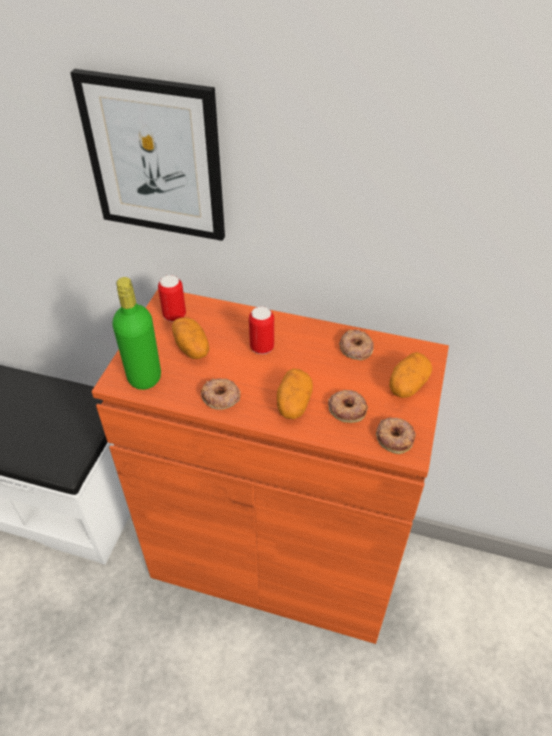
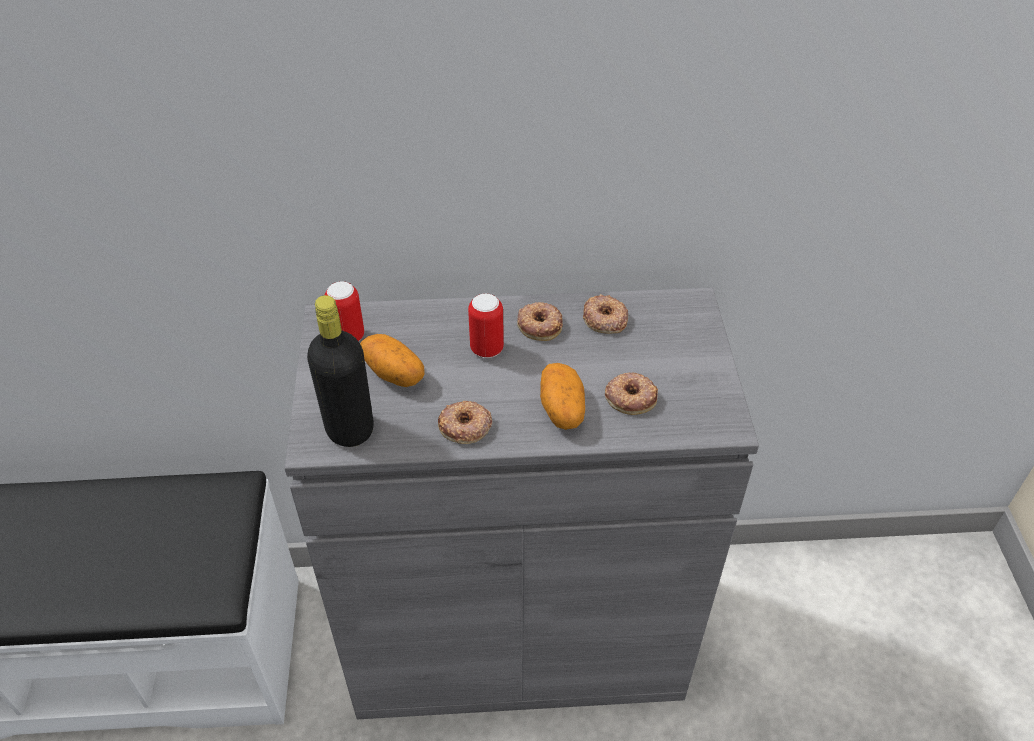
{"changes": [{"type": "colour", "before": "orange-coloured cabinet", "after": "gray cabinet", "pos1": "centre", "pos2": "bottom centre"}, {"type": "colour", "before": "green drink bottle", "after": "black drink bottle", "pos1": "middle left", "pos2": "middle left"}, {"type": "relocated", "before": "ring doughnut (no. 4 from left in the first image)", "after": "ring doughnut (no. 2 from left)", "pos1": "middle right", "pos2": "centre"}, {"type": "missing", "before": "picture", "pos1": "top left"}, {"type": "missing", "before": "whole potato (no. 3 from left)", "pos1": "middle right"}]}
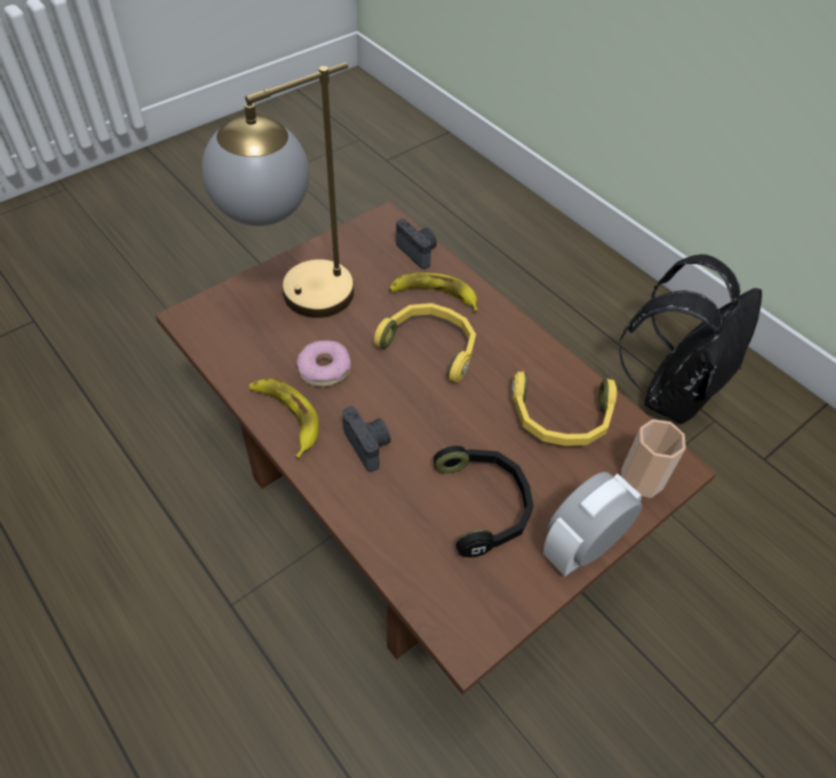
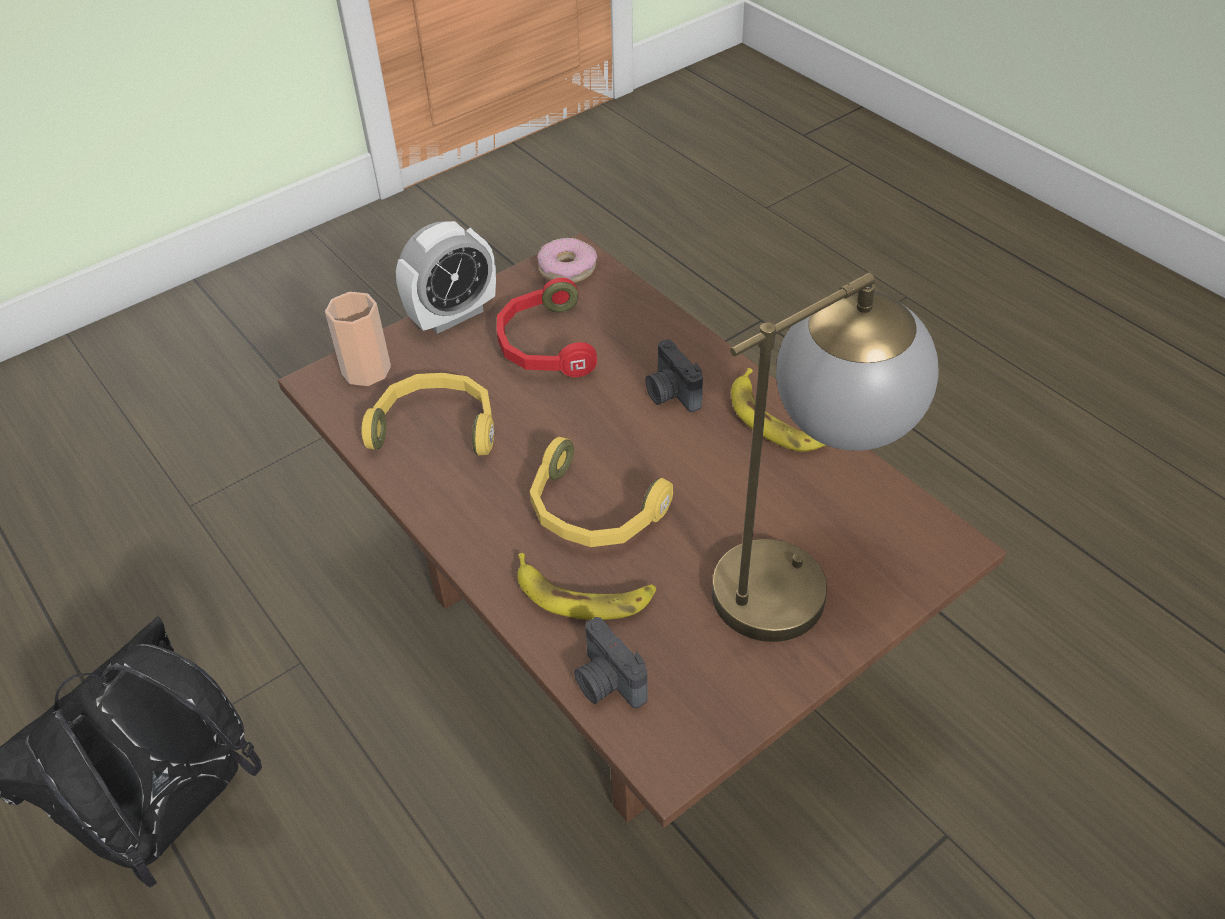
{"changes": [{"type": "colour", "before": "black headset", "after": "reddish headset", "pos1": "centre", "pos2": "centre"}, {"type": "relocated", "before": "ring doughnut", "pos1": "centre", "pos2": "top centre"}]}
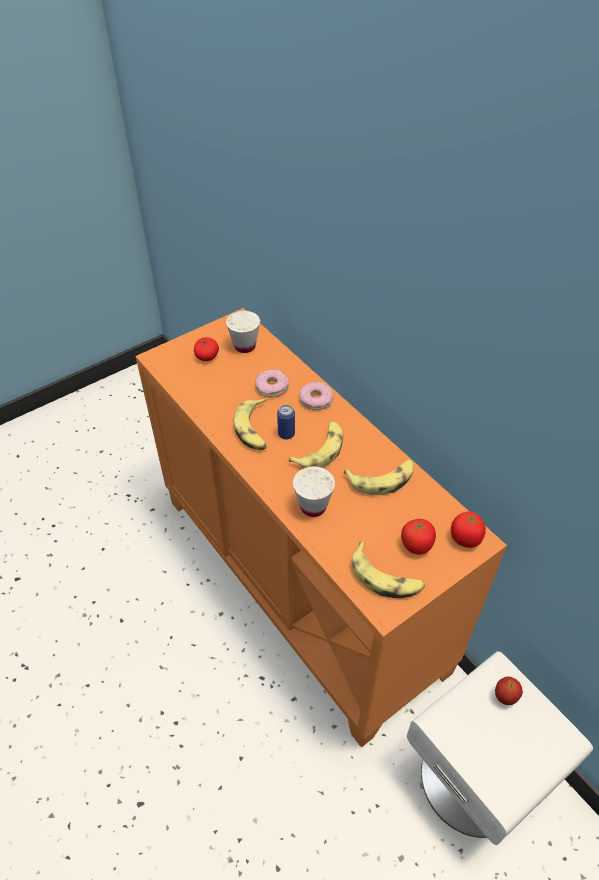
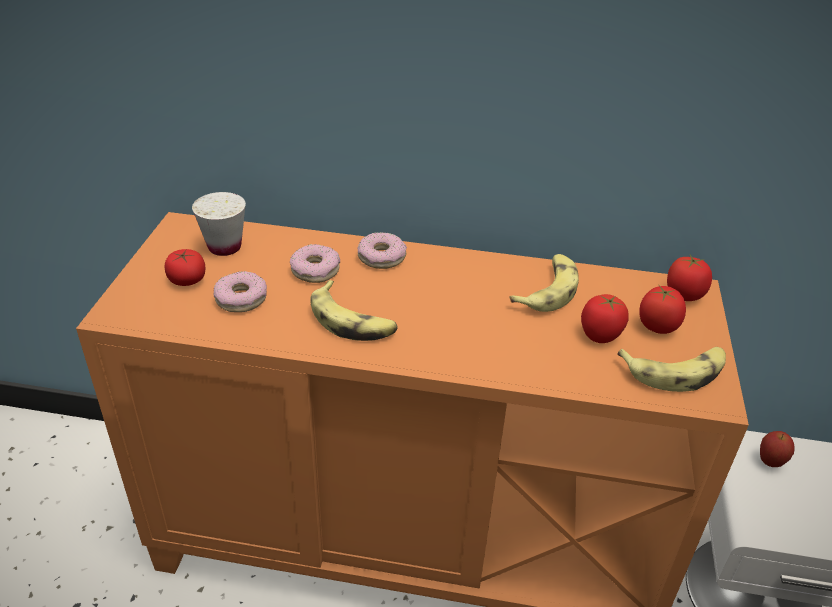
{"changes": [{"type": "appeared", "after": "ring doughnut (no. 1 from left)", "pos2": "middle left"}, {"type": "appeared", "after": "tomato (no. 2 from left)", "pos2": "middle right"}, {"type": "missing", "before": "sealed can", "pos1": "centre"}, {"type": "missing", "before": "banana fruit (no. 2 from left)", "pos1": "centre"}, {"type": "missing", "before": "white small cup (no. 2 from left)", "pos1": "centre"}]}
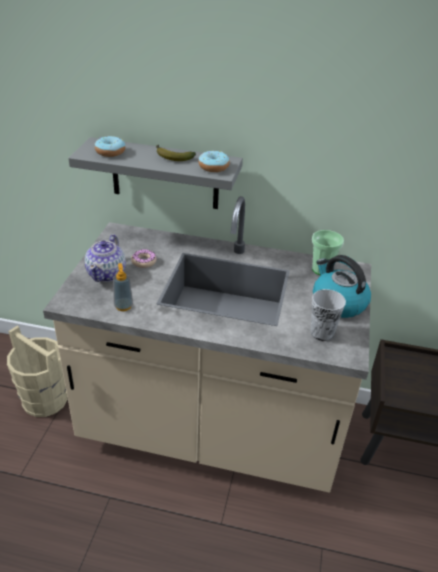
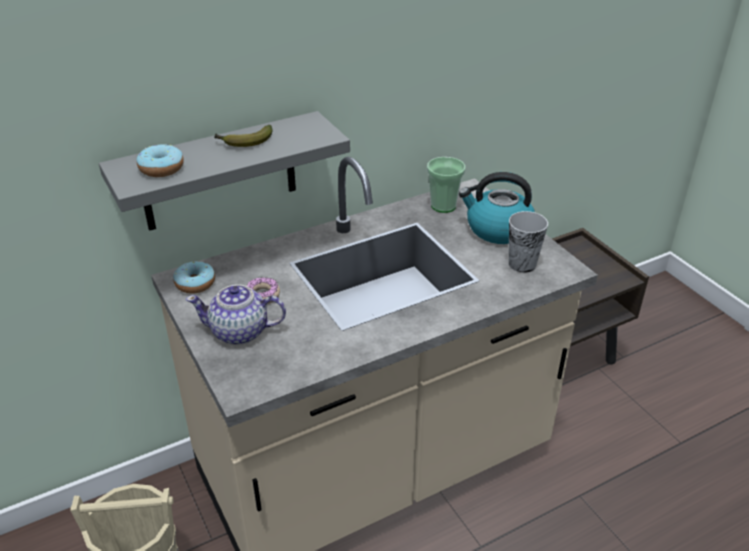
{"changes": [{"type": "relocated", "before": "ring doughnut (no. 3 from left in the first image)", "after": "ring doughnut (no. 2 from left)", "pos1": "top centre", "pos2": "middle left"}, {"type": "spun", "before": "pot for tea", "pos1": "middle left", "pos2": "middle left", "turn": 120}, {"type": "missing", "before": "soap dispenser", "pos1": "middle left"}]}
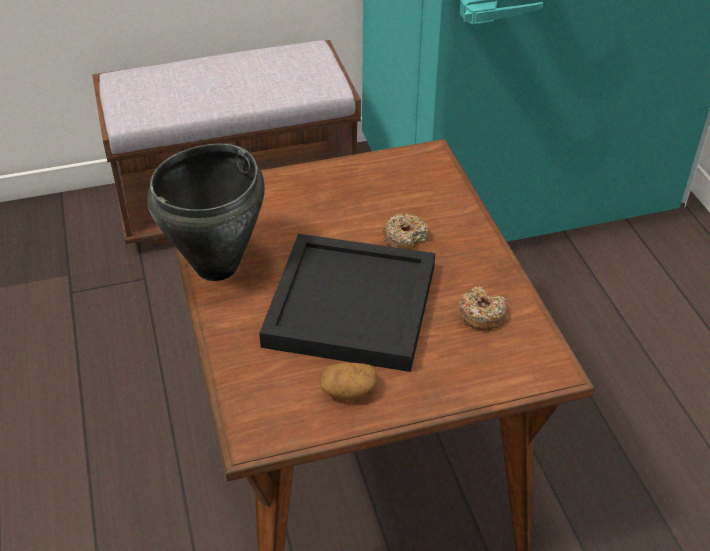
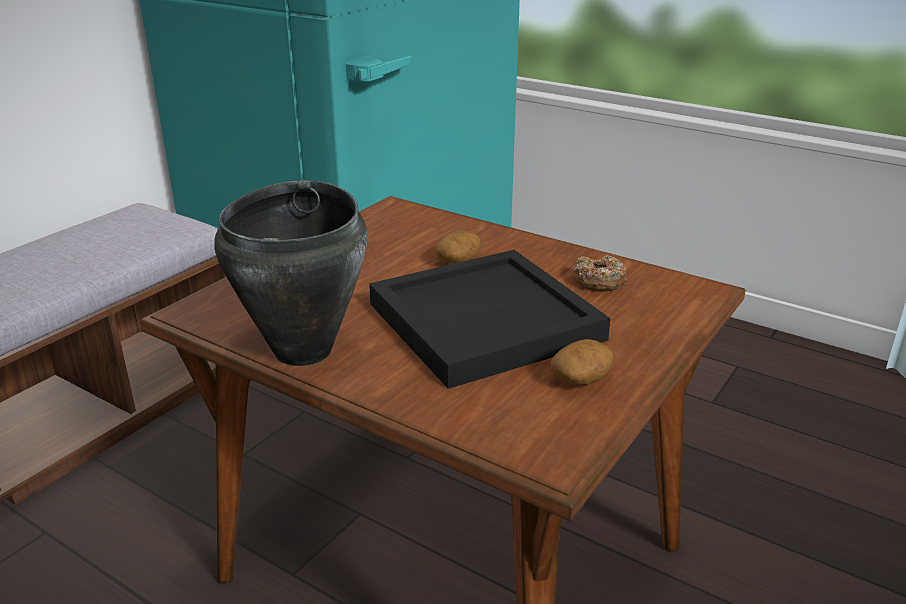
{"changes": [{"type": "exchanged", "before": "ring doughnut (no. 1 from left)", "after": "whole potato (no. 1 from left)", "pos1": "centre", "pos2": "centre"}]}
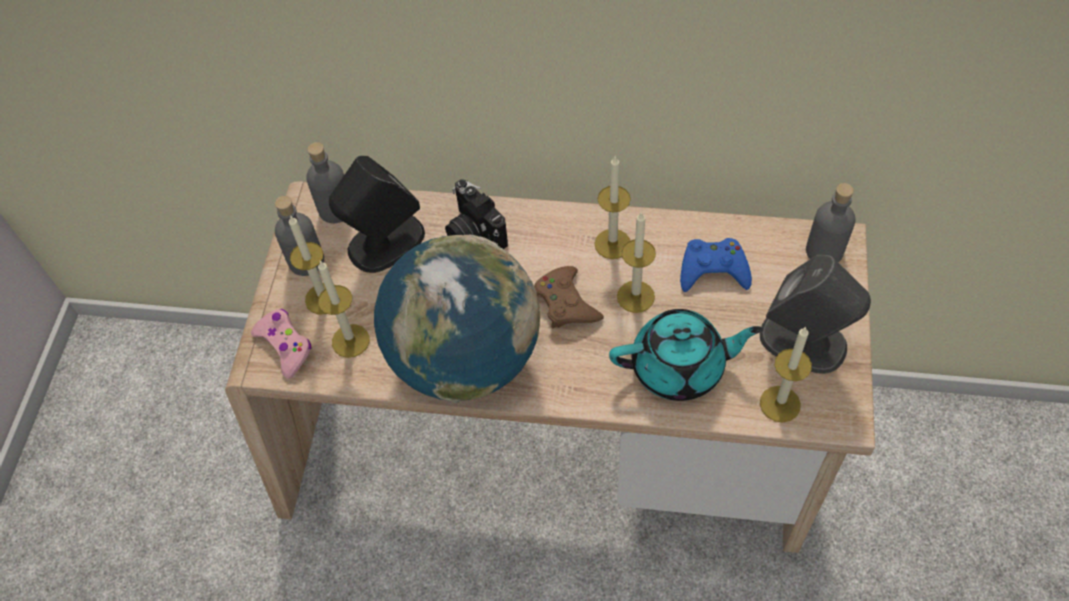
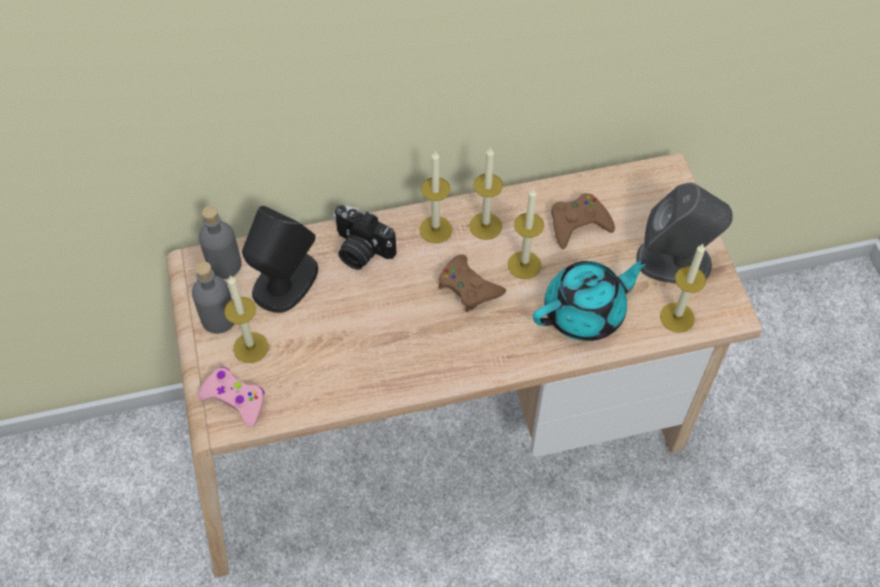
{"changes": [{"type": "relocated", "before": "wax candle (no. 2 from left)", "pos1": "middle left", "pos2": "centre"}, {"type": "colour", "before": "blue-coloured joypad", "after": "brownish joypad (no. 2 from left)", "pos1": "middle right", "pos2": "centre"}, {"type": "missing", "before": "desk globe", "pos1": "centre"}, {"type": "missing", "before": "gray drink bottle (no. 3 from left)", "pos1": "middle right"}]}
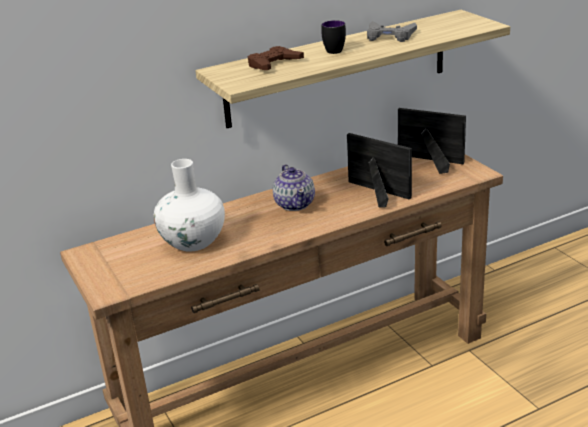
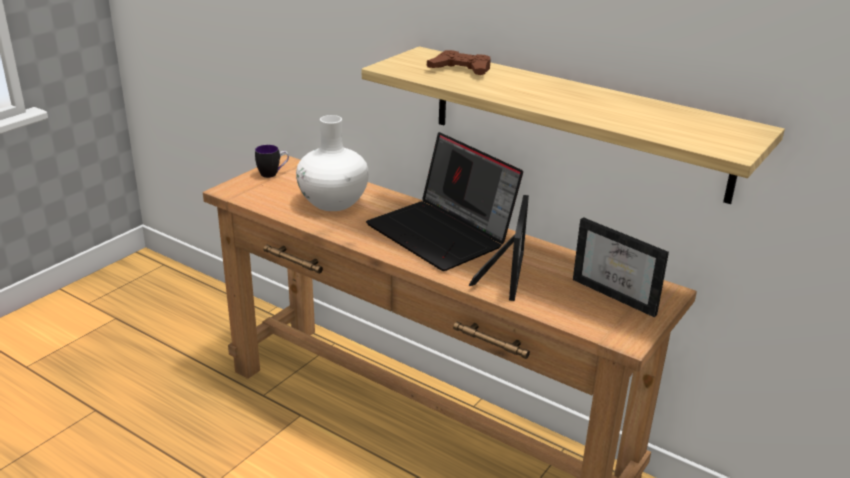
{"changes": [{"type": "relocated", "before": "mug", "pos1": "top centre", "pos2": "middle left"}, {"type": "exchanged", "before": "pot for tea", "after": "notebook computer", "pos1": "centre", "pos2": "centre"}, {"type": "spun", "before": "standing frame (no. 2 from left)", "pos1": "top right", "pos2": "middle right", "turn": 135}, {"type": "missing", "before": "gray joypad", "pos1": "top right"}]}
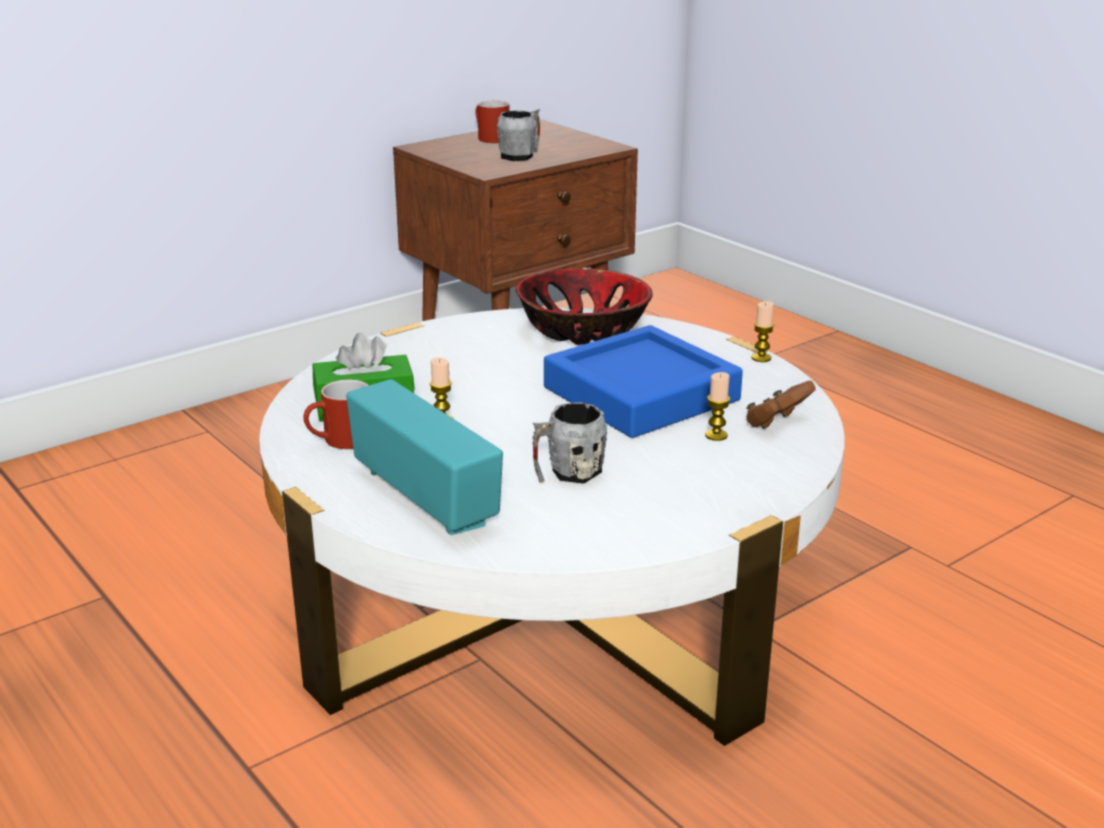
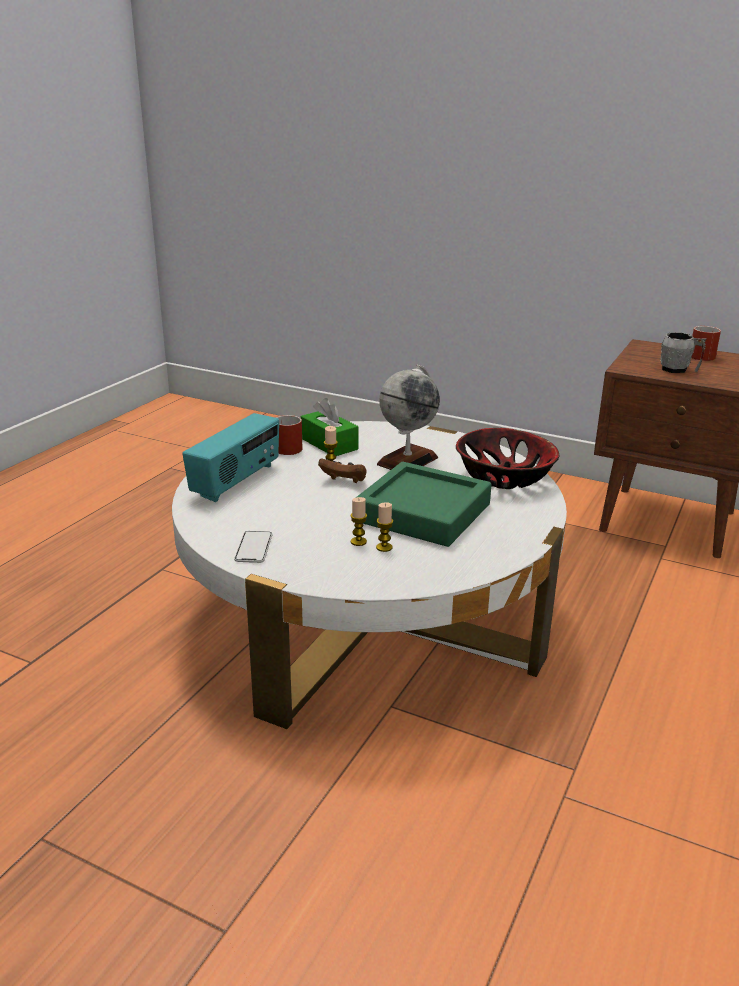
{"changes": [{"type": "appeared", "after": "handset", "pos2": "centre"}, {"type": "relocated", "before": "brownish joypad", "pos1": "middle right", "pos2": "centre"}, {"type": "relocated", "before": "wax candle (no. 3 from left in the first image)", "after": "wax candle (no. 2 from left)", "pos1": "middle right", "pos2": "centre"}, {"type": "colour", "before": "blue-coloured serving tray", "after": "green serving tray", "pos1": "centre", "pos2": "centre"}, {"type": "appeared", "after": "desk globe", "pos2": "centre"}, {"type": "missing", "before": "gray mug (no. 2 from left)", "pos1": "centre"}]}
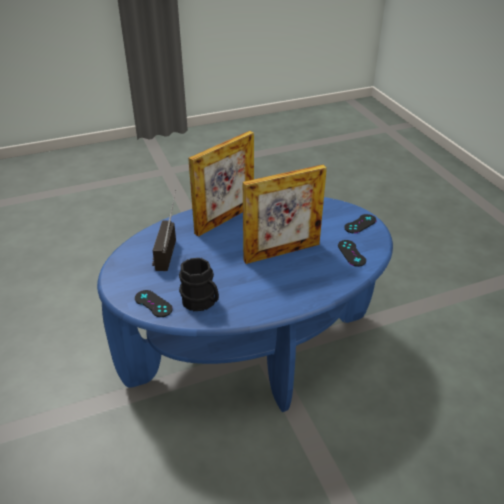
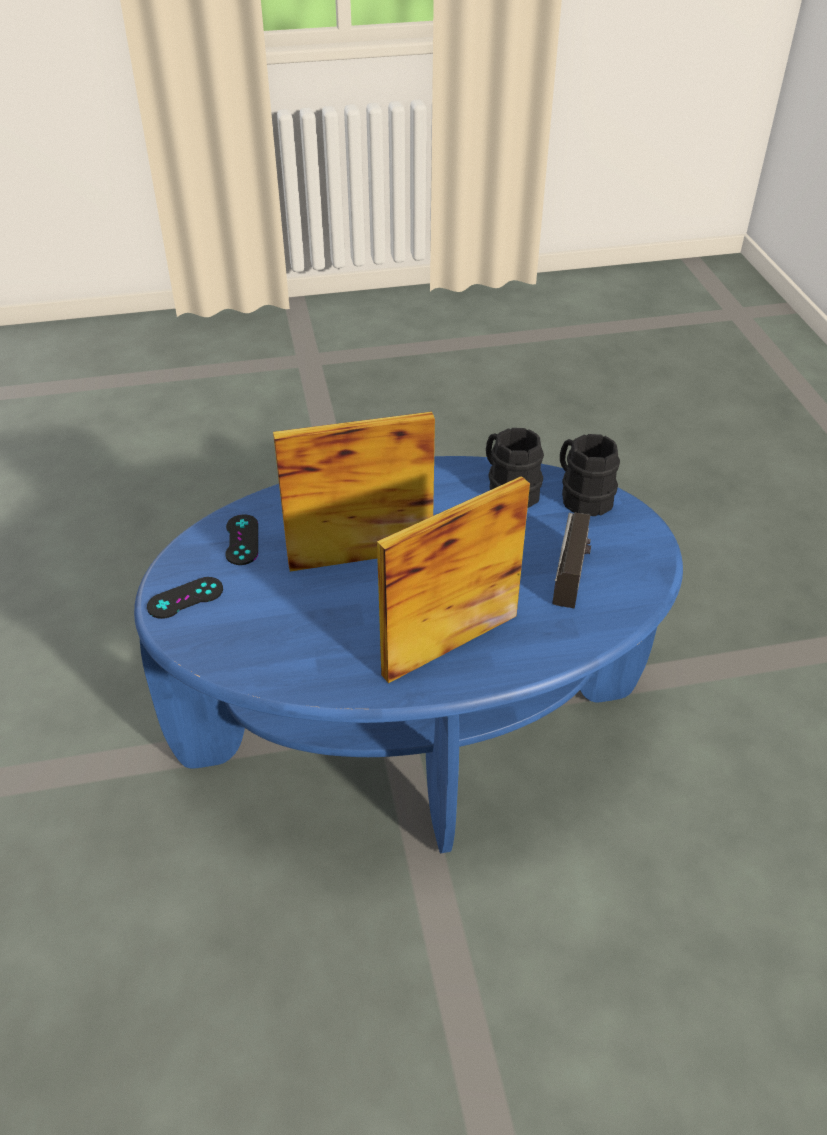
{"changes": [{"type": "exchanged", "before": "black joypad (no. 1 from left)", "after": "black mug (no. 2 from left)", "pos1": "middle left", "pos2": "middle right"}]}
